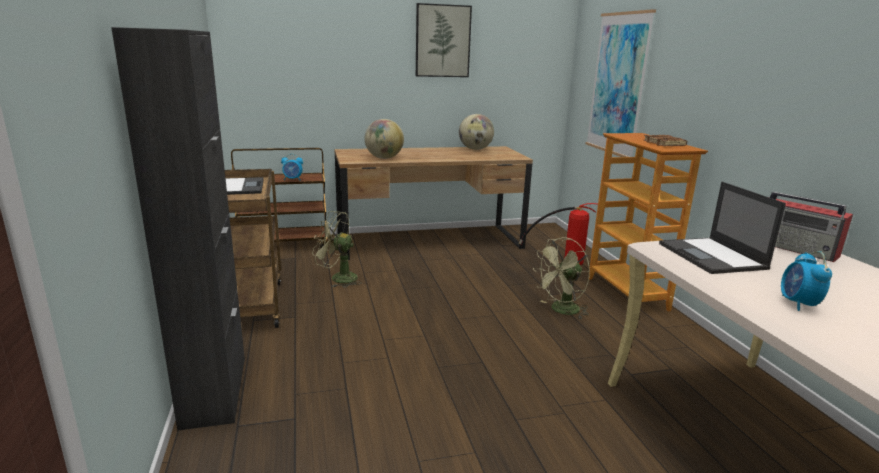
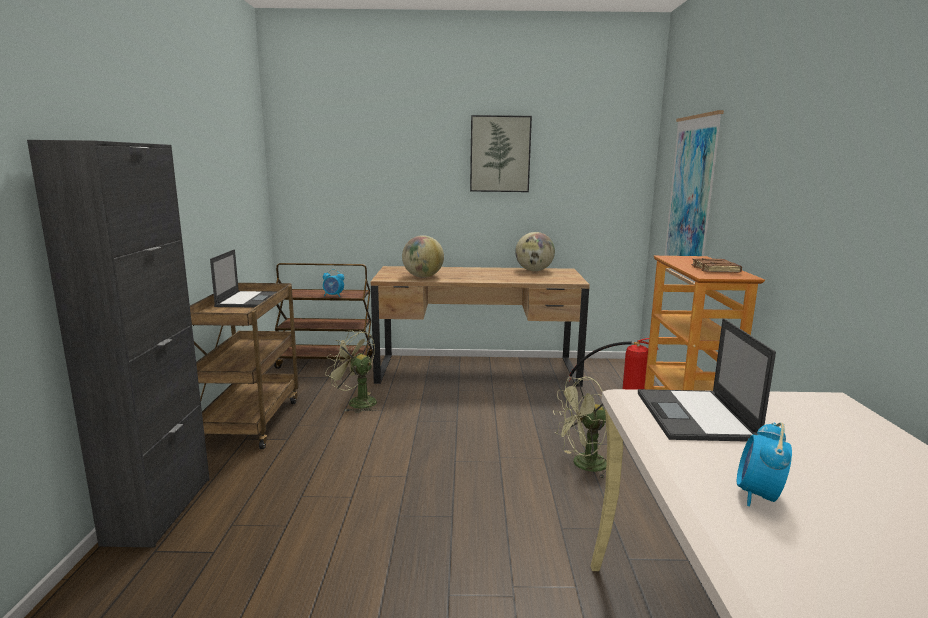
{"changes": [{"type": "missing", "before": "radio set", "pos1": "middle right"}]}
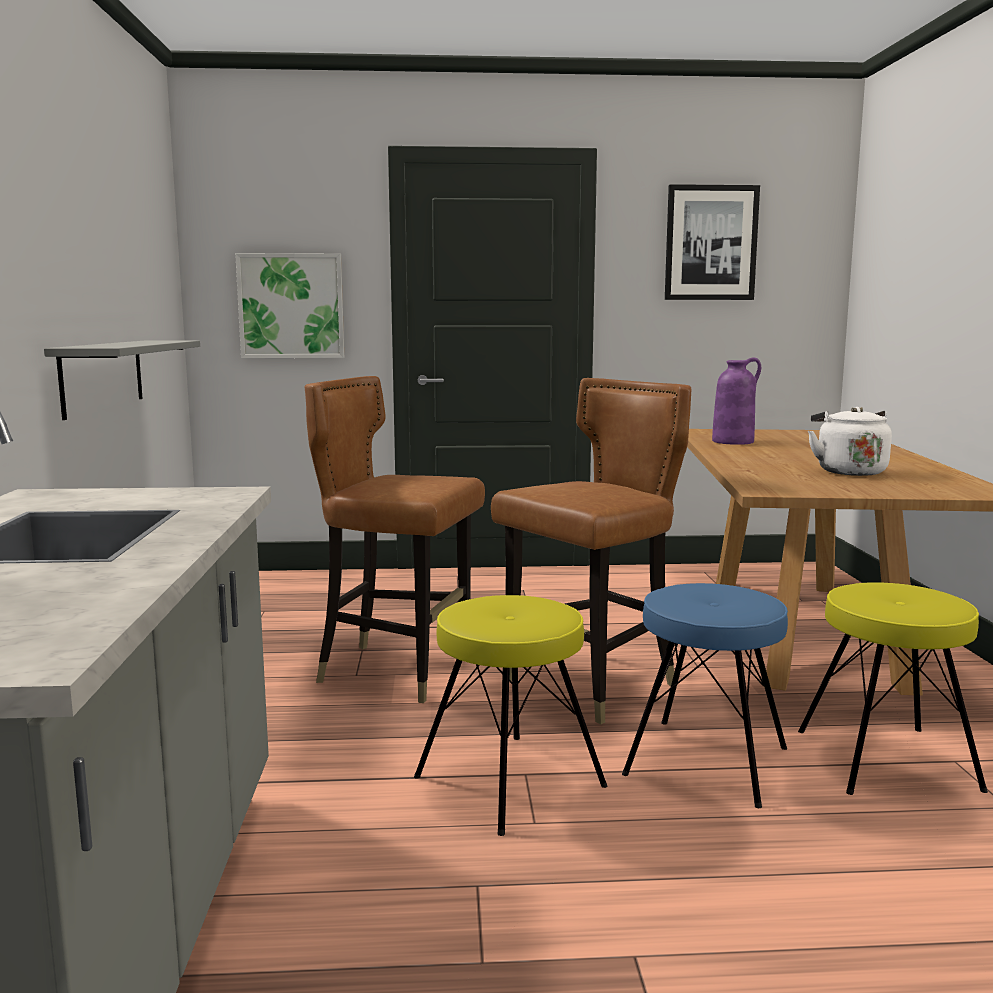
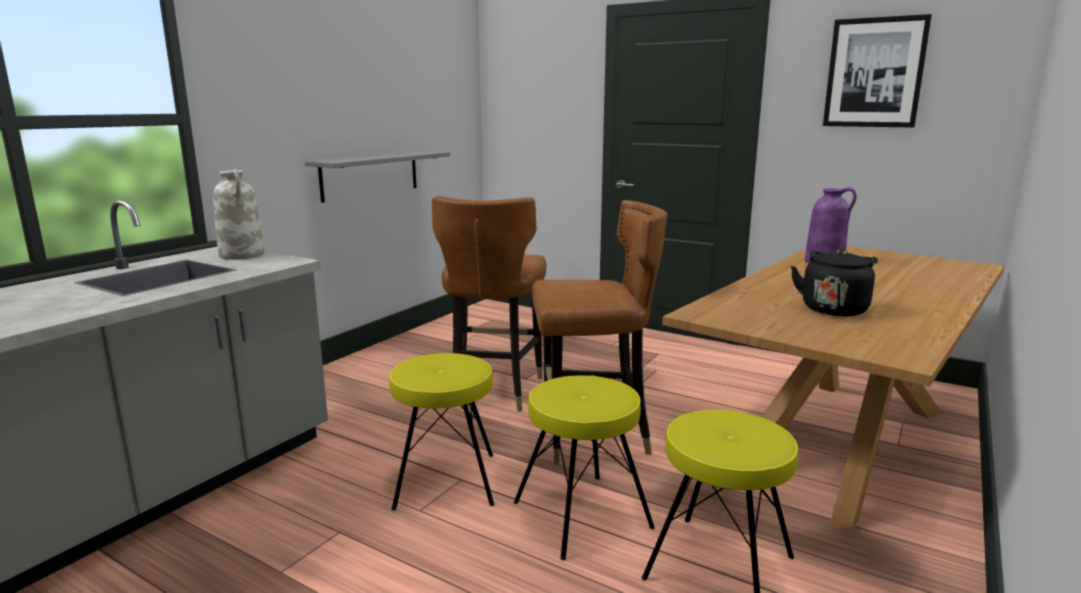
{"changes": [{"type": "appeared", "after": "white vase", "pos2": "middle left"}, {"type": "spun", "before": "brownish chair (no. 1 from left)", "pos1": "centre", "pos2": "centre", "turn": -135}, {"type": "colour", "before": "blue-coloured stool", "after": "yellow stool (no. 2 from left)", "pos1": "bottom right", "pos2": "bottom centre"}, {"type": "colour", "before": "white water kettle", "after": "black water kettle", "pos1": "middle right", "pos2": "middle right"}, {"type": "missing", "before": "picture (no. 1 from left)", "pos1": "top left"}]}
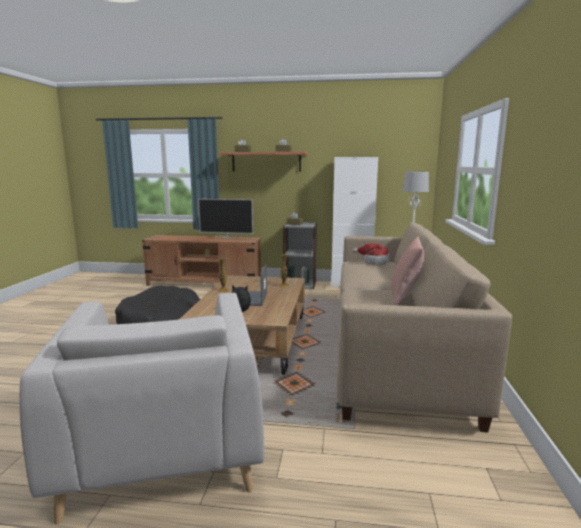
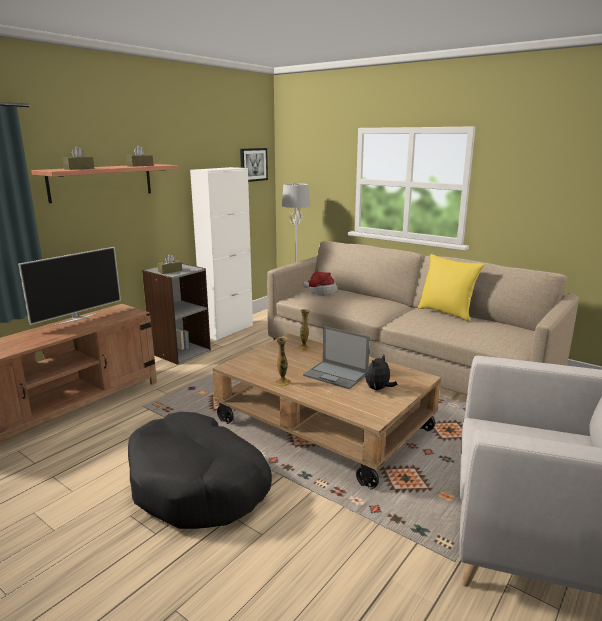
{"changes": [{"type": "appeared", "after": "picture", "pos2": "top centre"}, {"type": "colour", "before": "pinkish pillow", "after": "yellow pillow", "pos1": "middle right", "pos2": "middle right"}]}
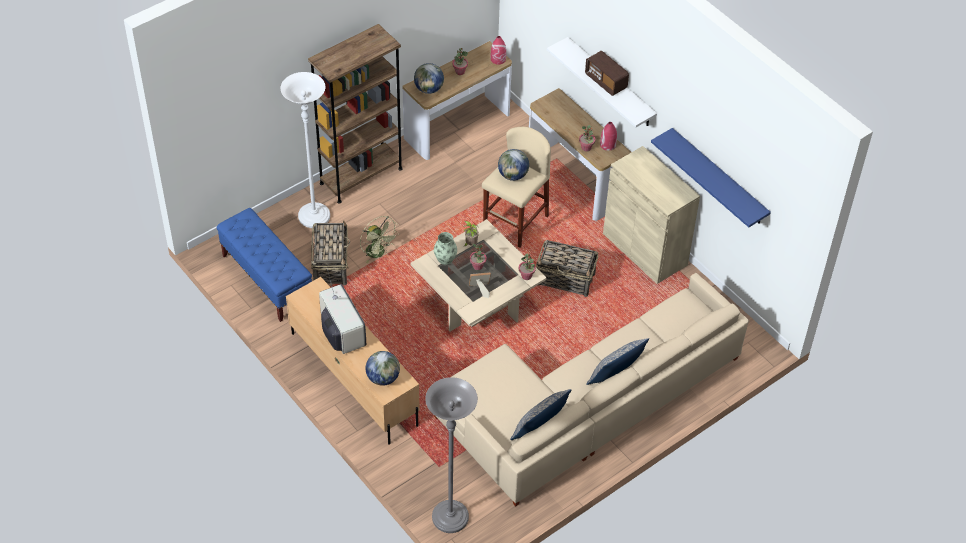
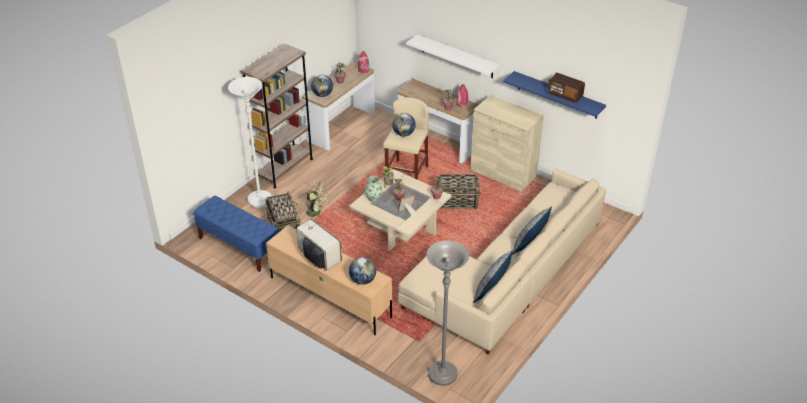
{"changes": [{"type": "relocated", "before": "radio set", "pos1": "top centre", "pos2": "top right"}]}
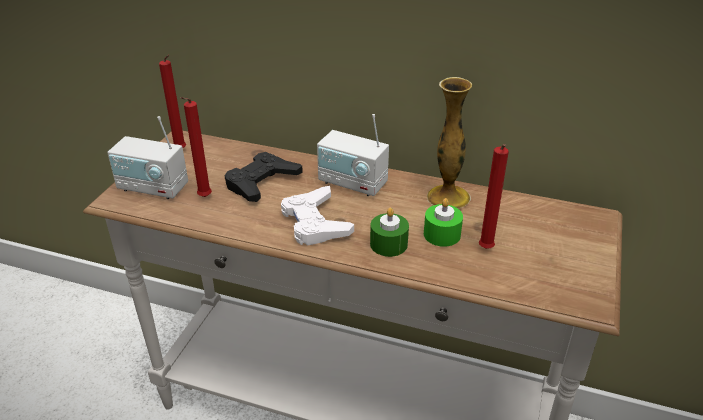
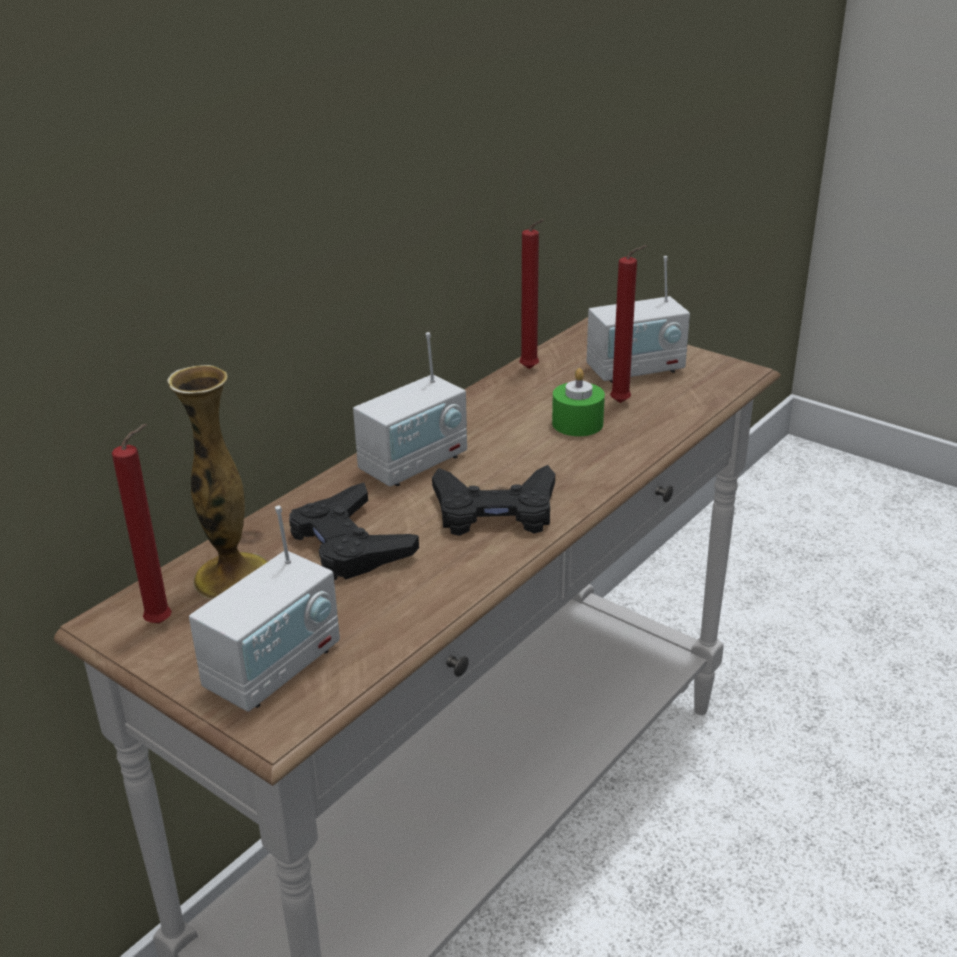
{"changes": [{"type": "relocated", "before": "vase", "pos1": "centre", "pos2": "middle left"}, {"type": "colour", "before": "white joypad", "after": "black joypad (no. 2 from left)", "pos1": "centre", "pos2": "centre"}, {"type": "relocated", "before": "reddish wax candle (no. 2 from left)", "pos1": "middle left", "pos2": "top centre"}, {"type": "appeared", "after": "radio set (no. 3 from left)", "pos2": "middle right"}, {"type": "missing", "before": "green wax candle (no. 1 from left)", "pos1": "centre"}]}
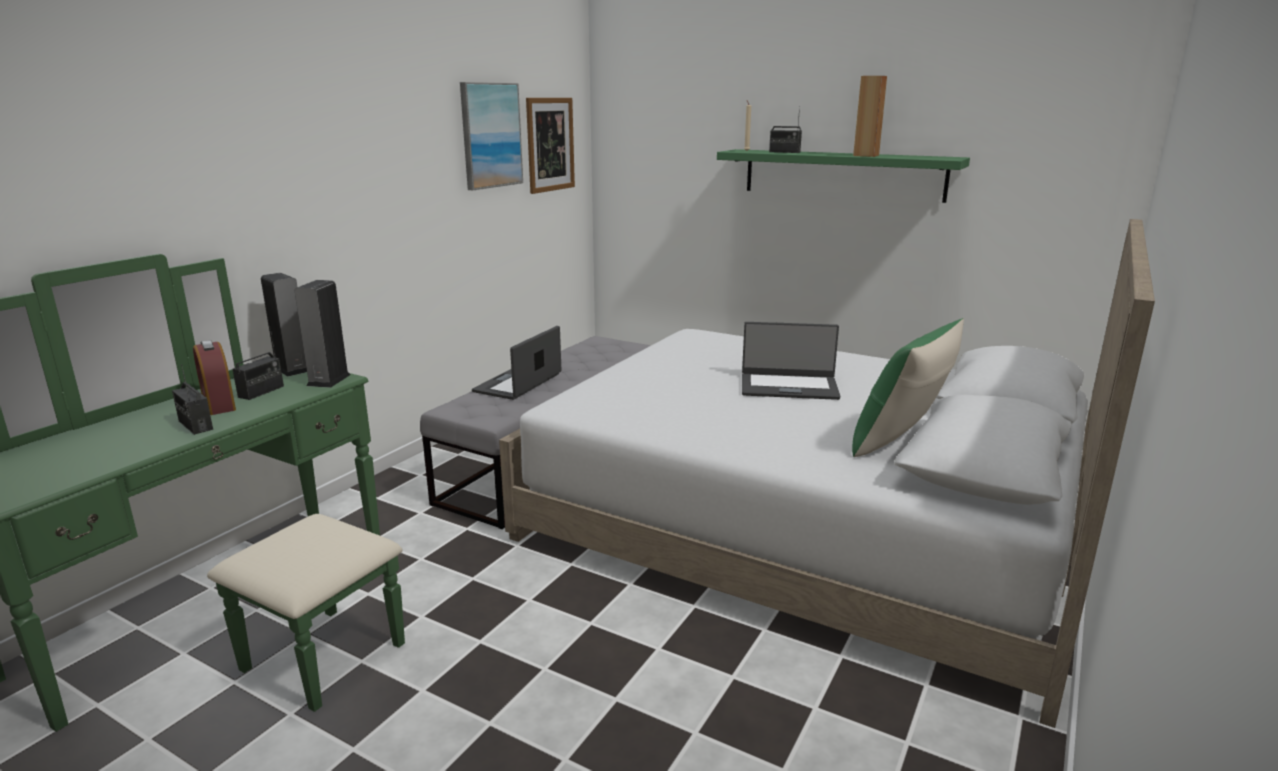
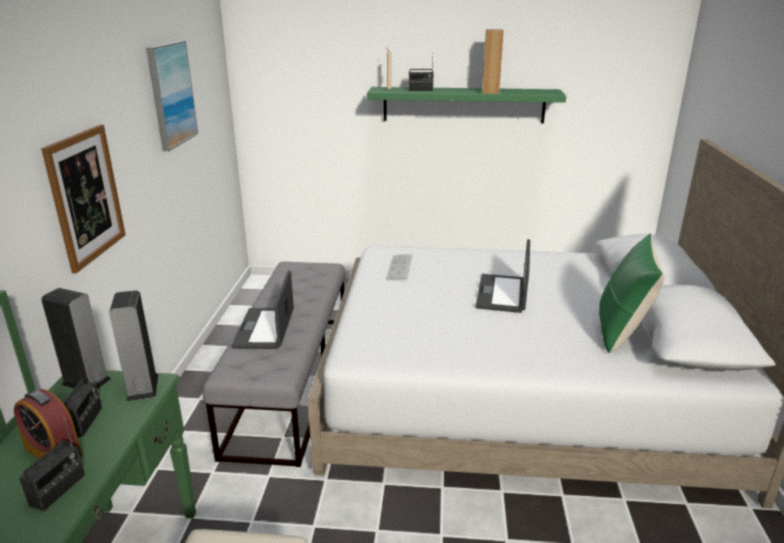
{"changes": [{"type": "spun", "before": "radio set (no. 1 from left)", "pos1": "middle left", "pos2": "bottom left", "turn": -90}, {"type": "relocated", "before": "picture (no. 2 from left in the first image)", "after": "picture (no. 1 from left)", "pos1": "top centre", "pos2": "middle left"}, {"type": "appeared", "after": "PC keyboard", "pos2": "centre"}, {"type": "spun", "before": "notebook computer (no. 2 from left)", "pos1": "centre", "pos2": "centre", "turn": 120}]}
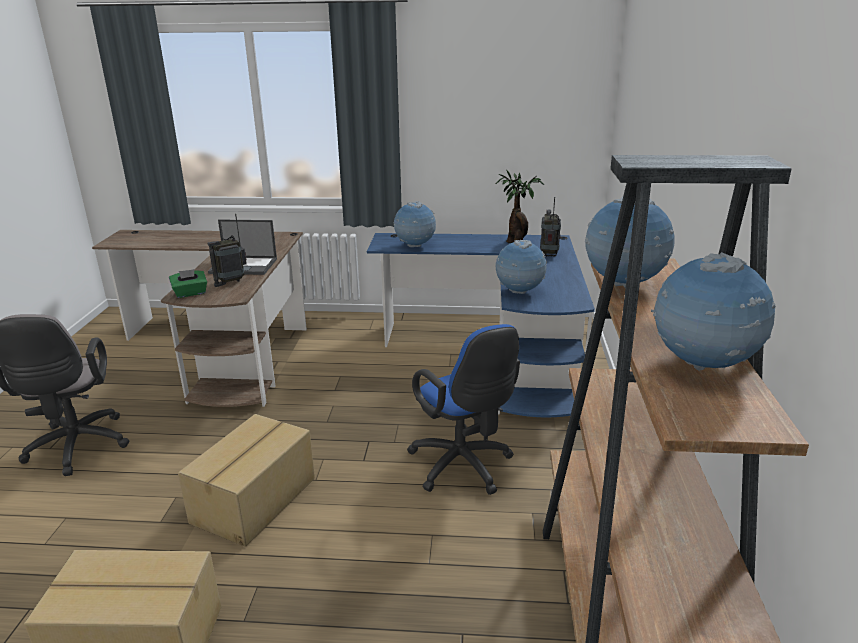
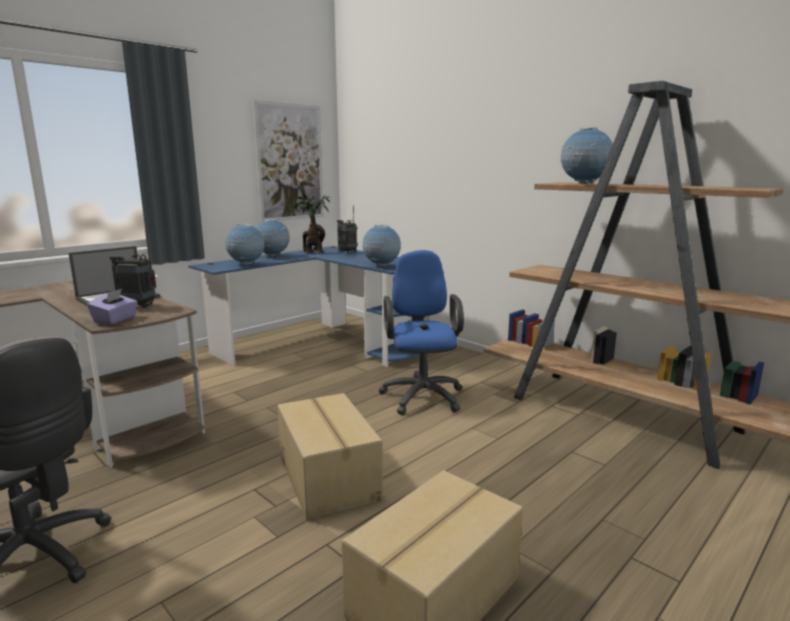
{"changes": [{"type": "colour", "before": "green tissue holder", "after": "purple tissue holder", "pos1": "middle left", "pos2": "middle left"}, {"type": "spun", "before": "radio set (no. 1 from left)", "pos1": "middle left", "pos2": "middle left", "turn": 90}, {"type": "appeared", "after": "picture", "pos2": "top centre"}, {"type": "relocated", "before": "desk globe (no. 4 from left in the first image)", "after": "desk globe (no. 2 from left)", "pos1": "middle right", "pos2": "centre"}, {"type": "spun", "before": "blue-coloured desk chair", "pos1": "centre", "pos2": "centre", "turn": -105}]}
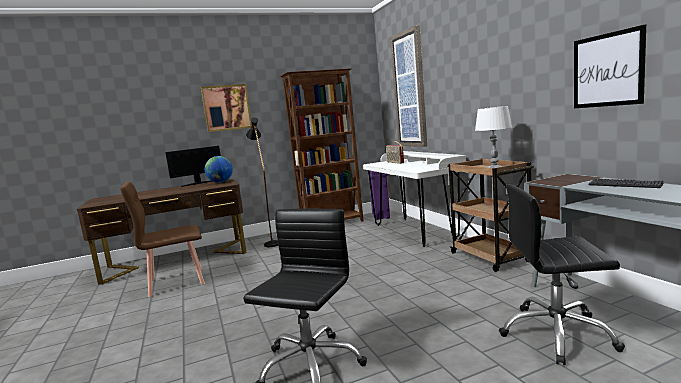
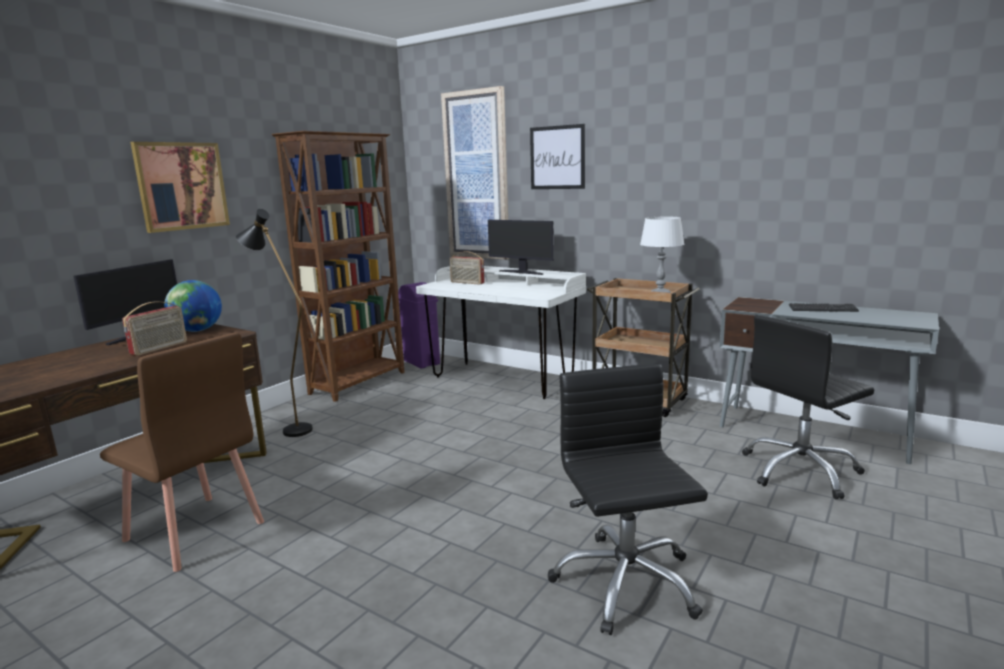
{"changes": [{"type": "spun", "before": "brownish chair", "pos1": "middle left", "pos2": "bottom left", "turn": -90}, {"type": "appeared", "after": "radio set (no. 1 from left)", "pos2": "middle left"}, {"type": "appeared", "after": "computer screen (no. 2 from left)", "pos2": "centre"}, {"type": "relocated", "before": "picture (no. 3 from left)", "pos1": "top right", "pos2": "top centre"}]}
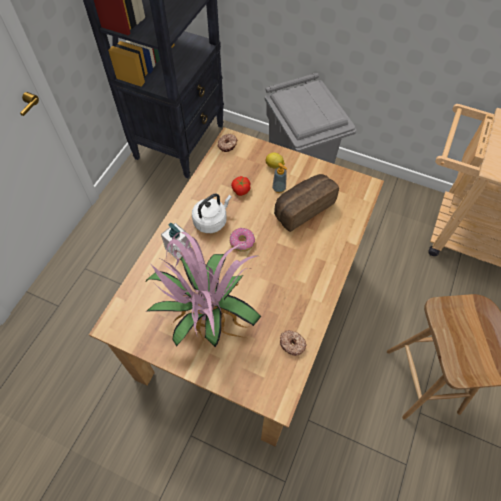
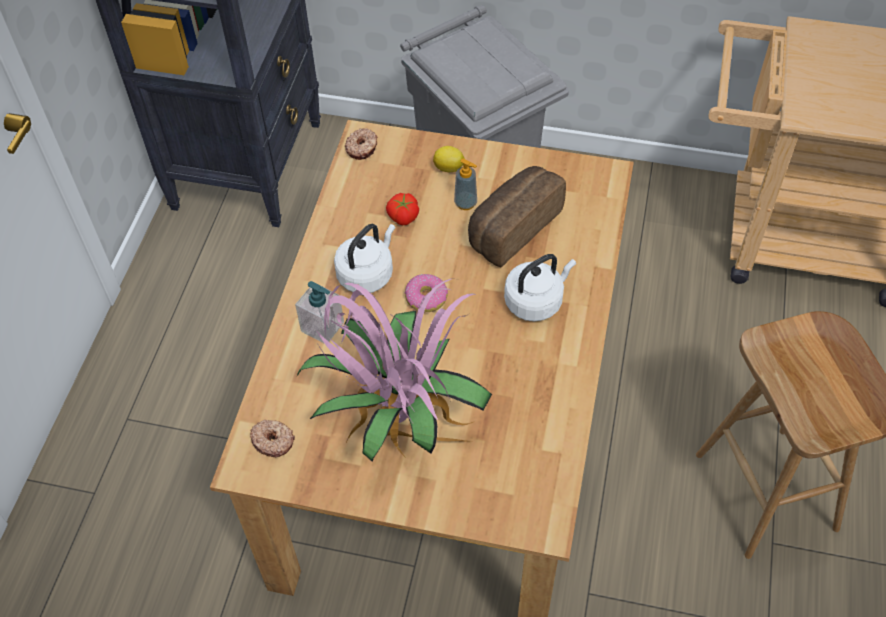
{"changes": [{"type": "relocated", "before": "ring doughnut (no. 3 from left in the first image)", "after": "ring doughnut (no. 1 from left)", "pos1": "bottom centre", "pos2": "bottom left"}, {"type": "appeared", "after": "white water kettle (no. 2 from left)", "pos2": "centre"}]}
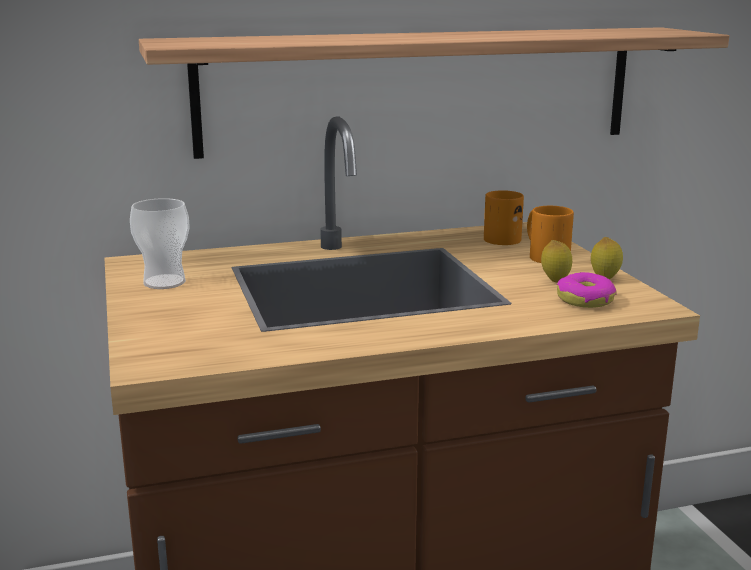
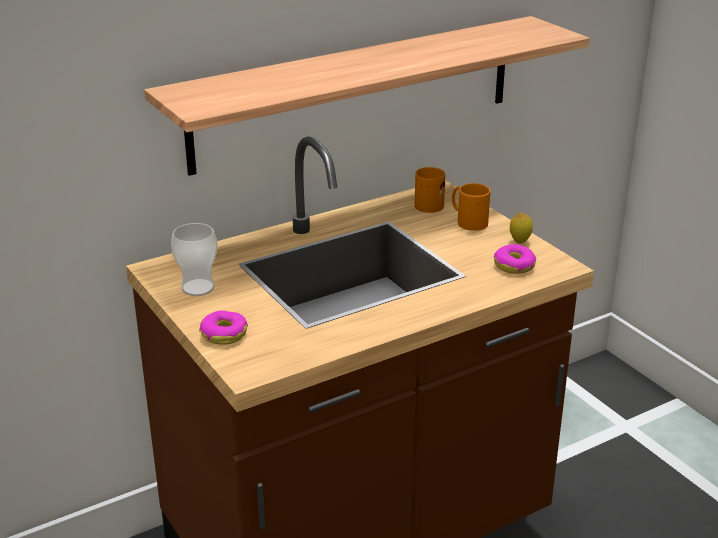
{"changes": [{"type": "appeared", "after": "ring doughnut (no. 1 from left)", "pos2": "middle left"}, {"type": "missing", "before": "citrus fruit (no. 1 from left)", "pos1": "middle right"}]}
